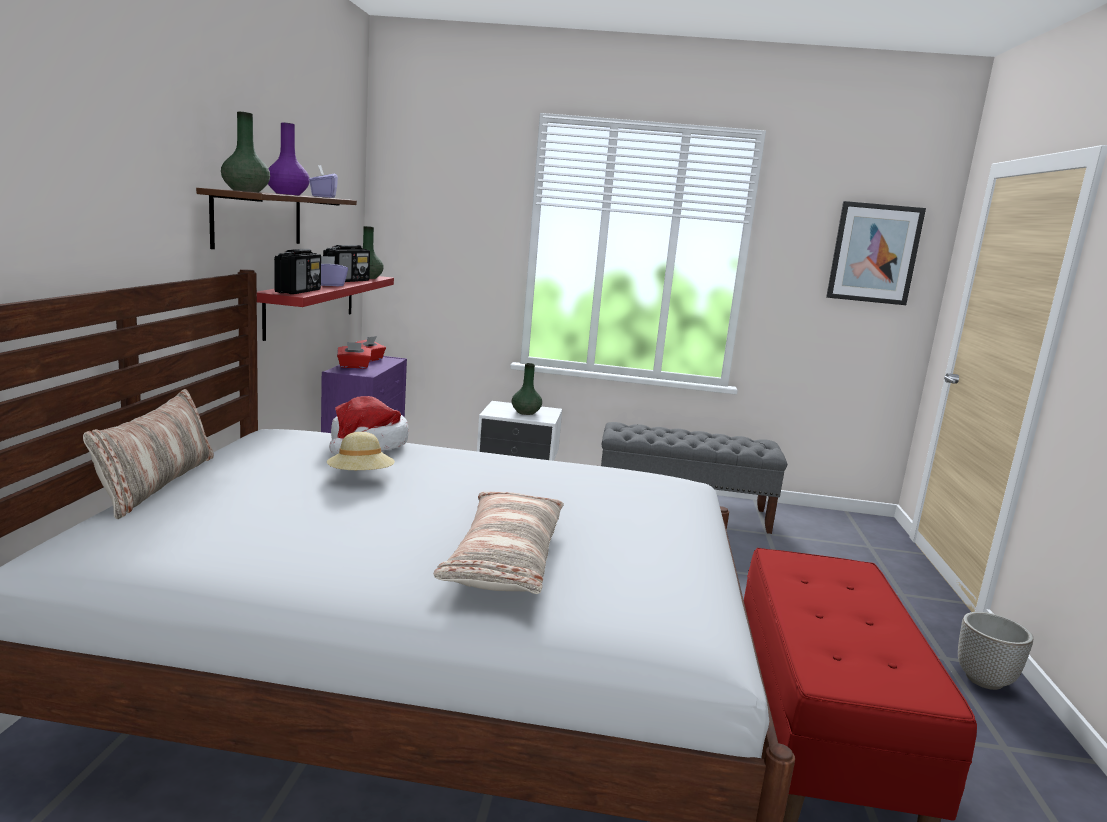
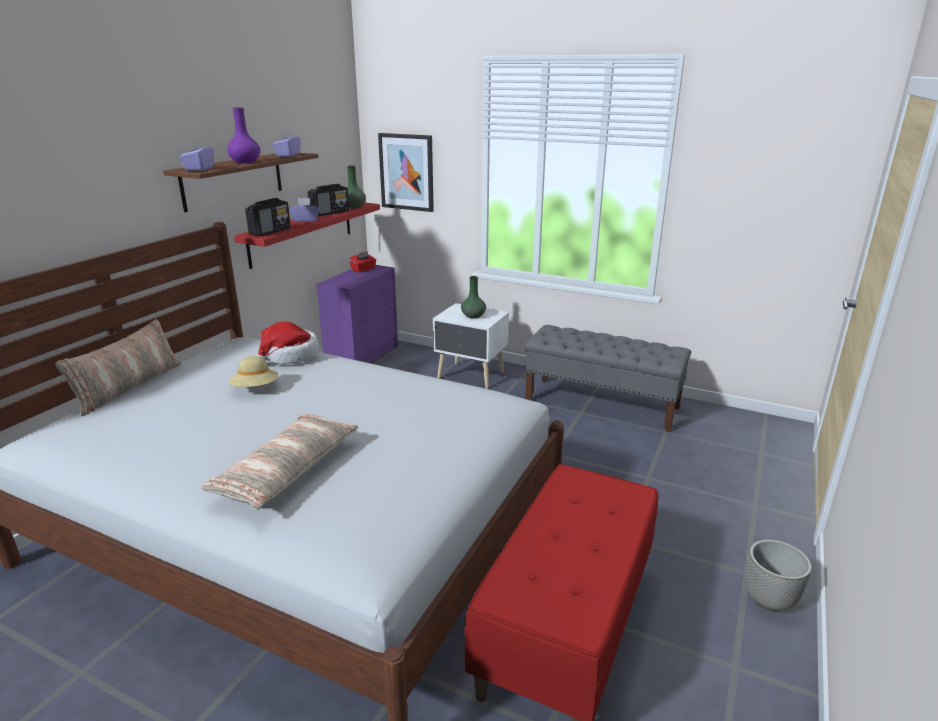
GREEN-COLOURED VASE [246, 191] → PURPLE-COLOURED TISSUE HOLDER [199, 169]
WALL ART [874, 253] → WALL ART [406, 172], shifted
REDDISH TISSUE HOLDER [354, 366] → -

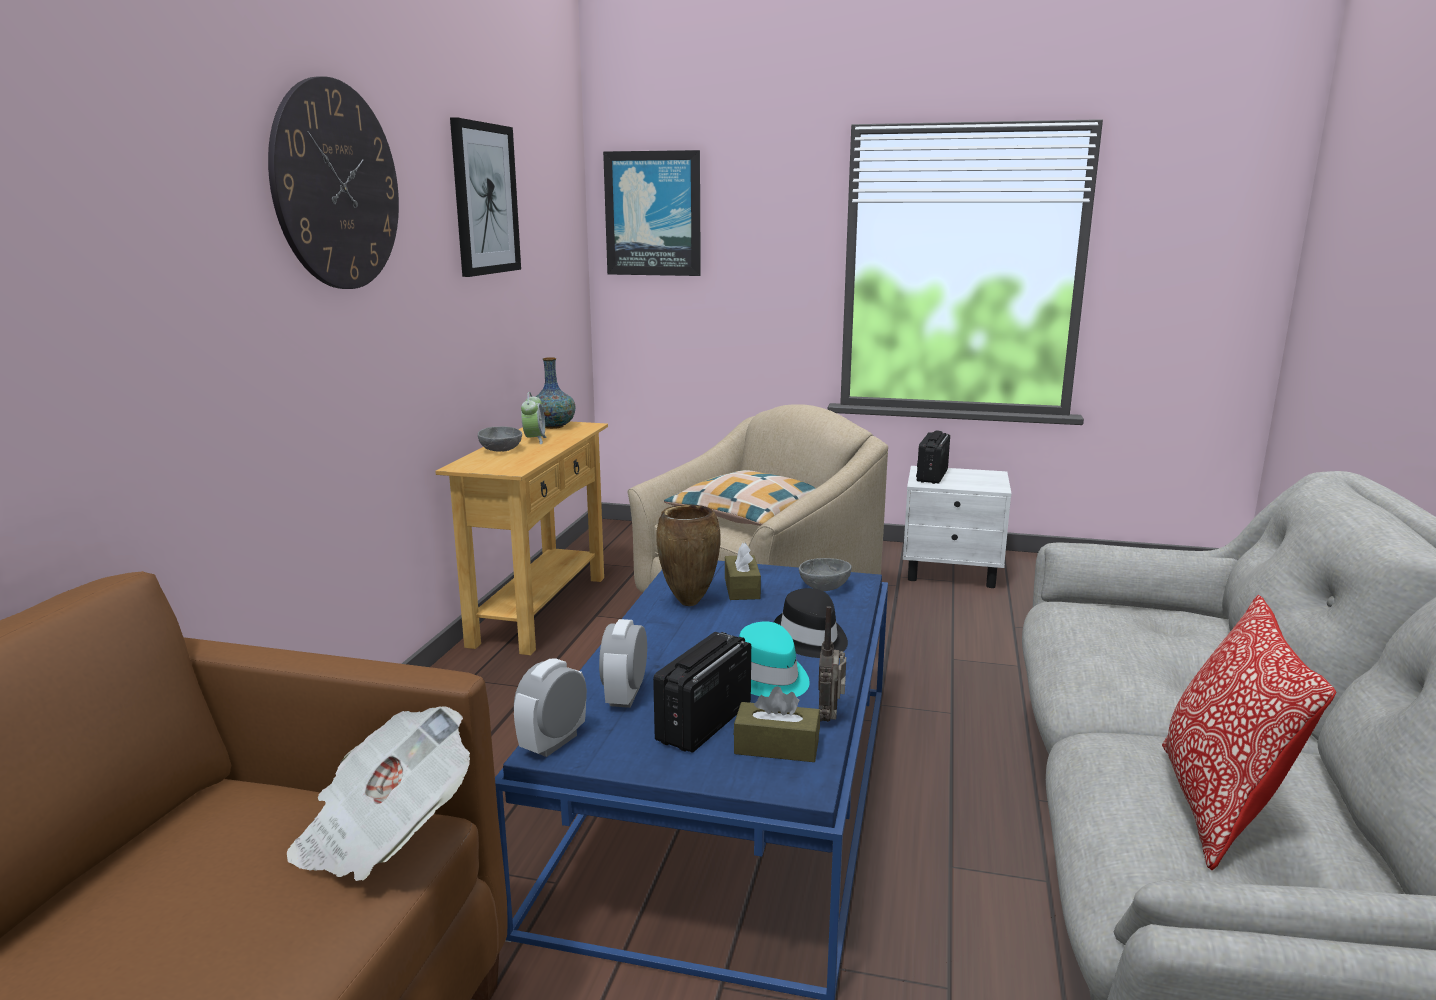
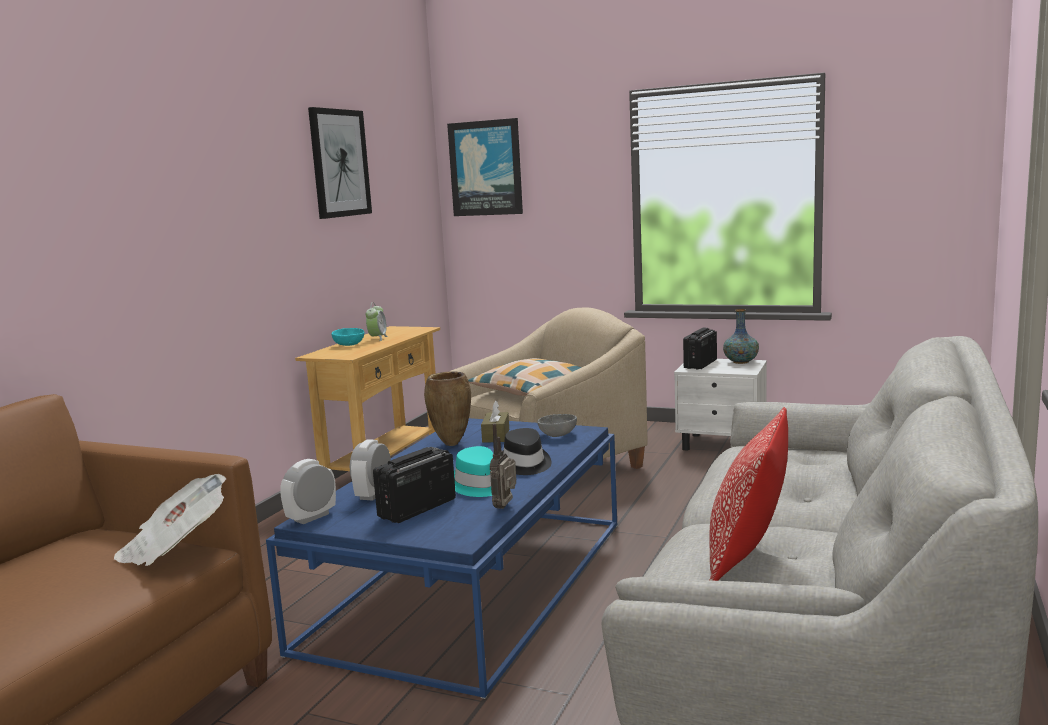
WALL CLOCK [337, 186] → -
VASE [553, 426] → VASE [741, 362], shifted
GRAY SERVING BOWL [502, 450] → TURQUOISE-COLOURED SERVING BOWL [350, 345]
BROWN TISSUE HOLDER [776, 747] → -

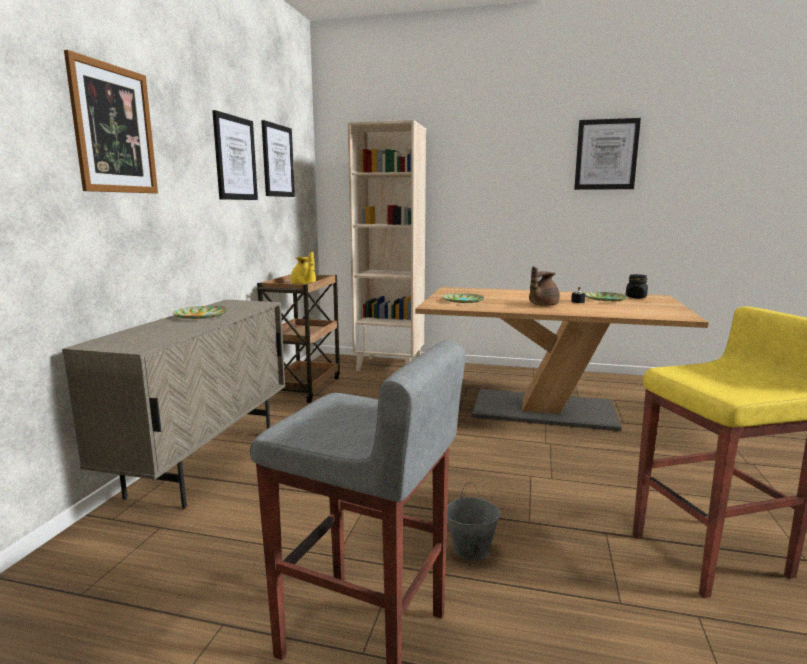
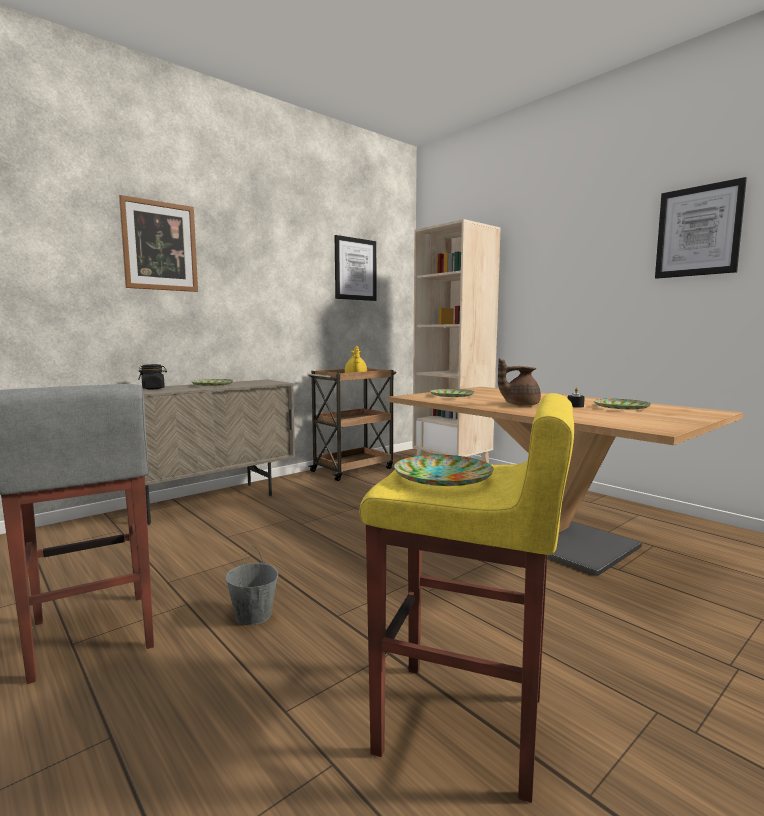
WALL ART [235, 158] → -
BLACKISH STORAGE JAR [636, 297] → BLACKISH STORAGE JAR [153, 388], shifted
- → DINNER PLATE [442, 477]

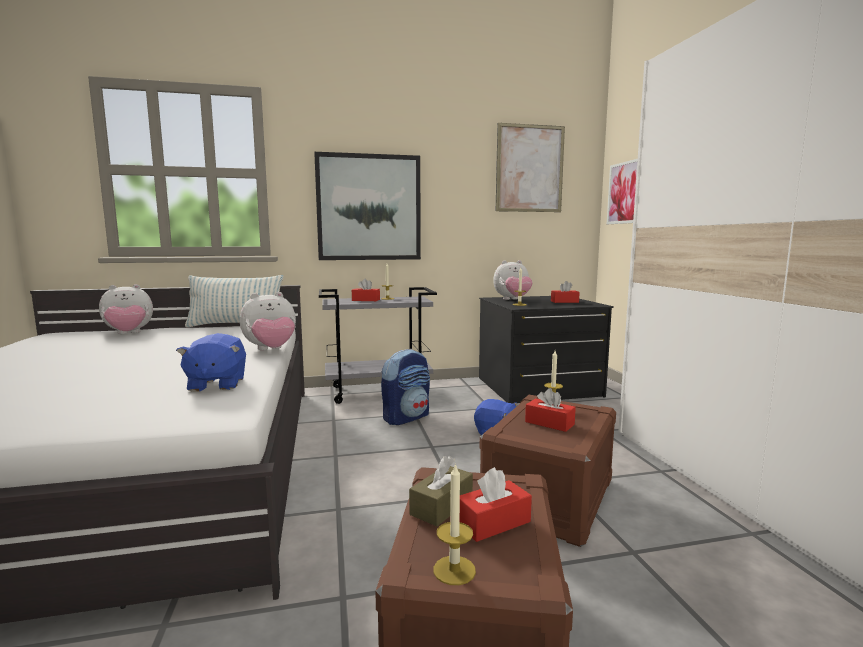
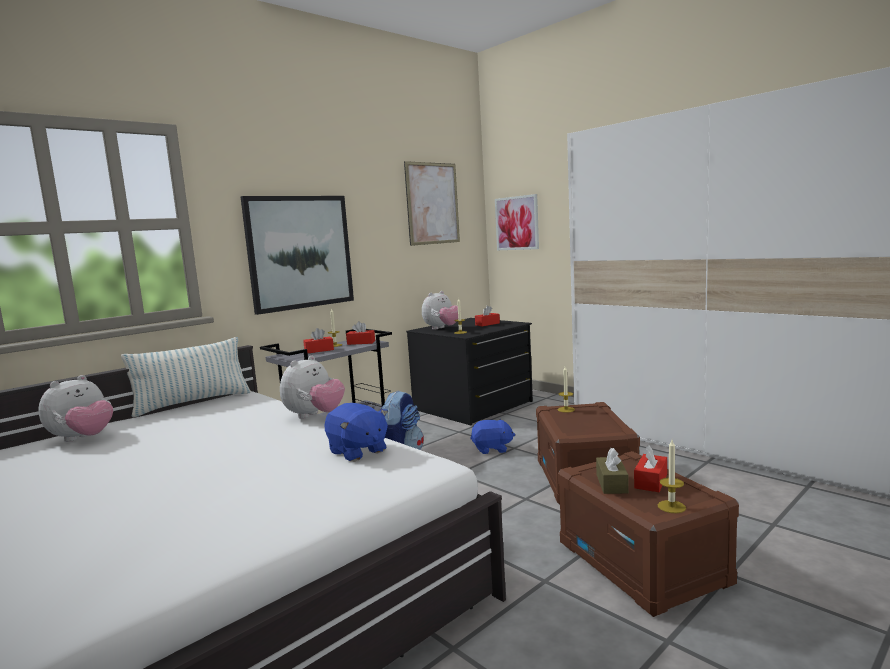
REDDISH TISSUE HOLDER [549, 423] → REDDISH TISSUE HOLDER [361, 342], shifted

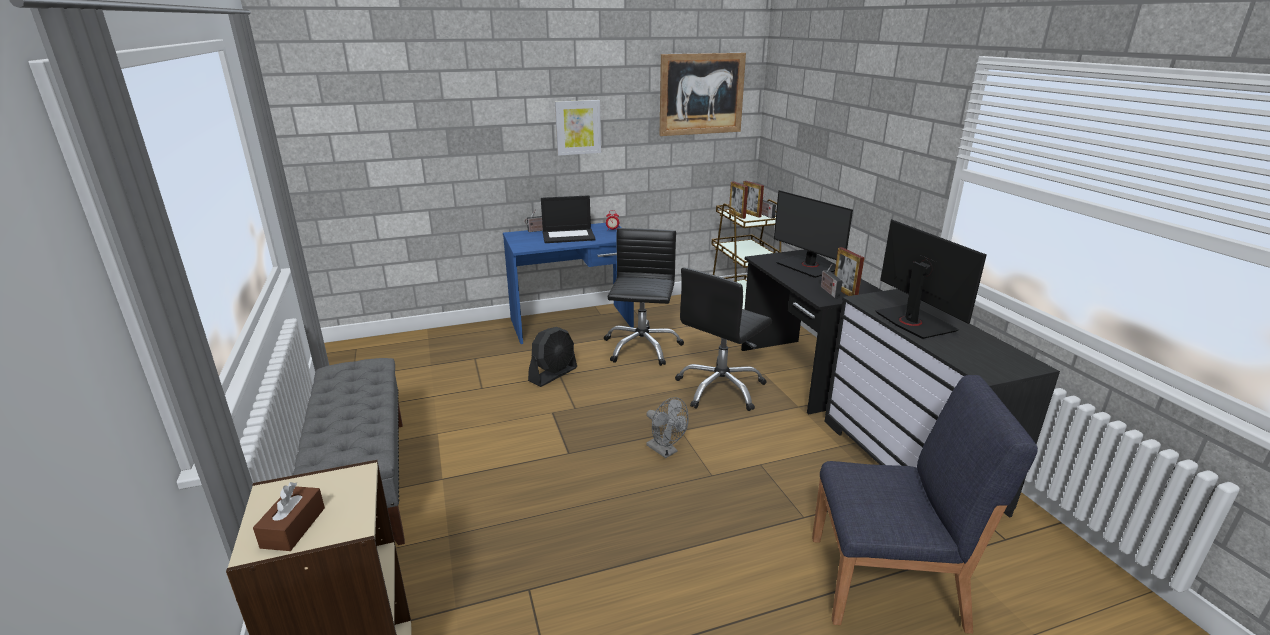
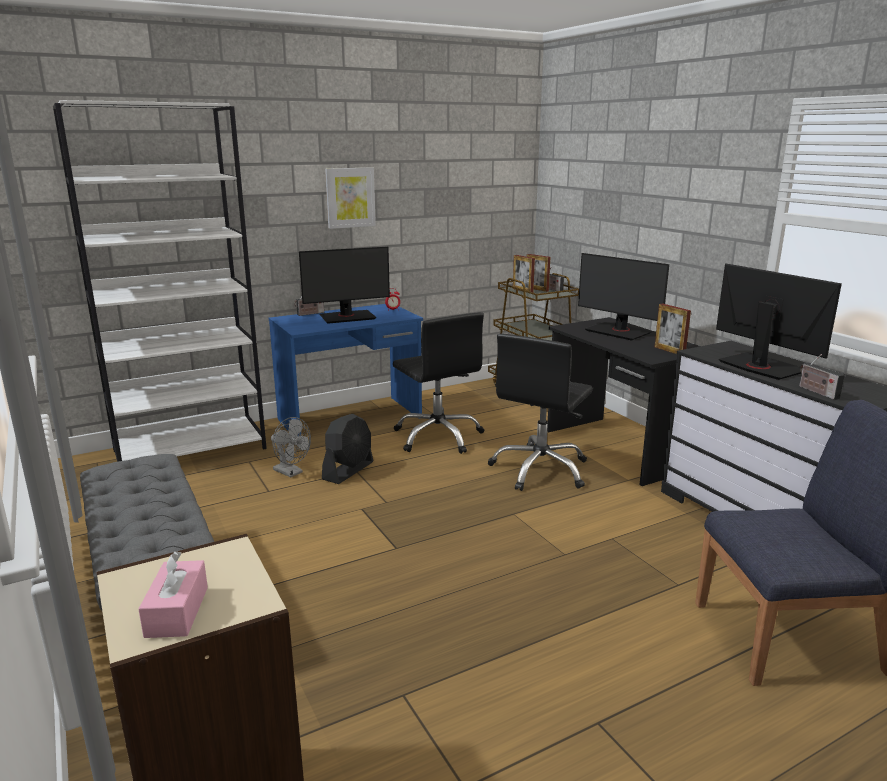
WALL ART [701, 94] → -
PORTABLE COMPUTER [569, 236] → COMPUTER SCREEN [347, 317]
BLACKISH DESK CHAIR [641, 347] → BLACKISH DESK CHAIR [438, 436], 150 degrees clockwise
RADIO SET [828, 291] → RADIO SET [816, 392], shifted
GRAY FAN [665, 451] → GRAY FAN [291, 472], shifted
BROWN TISSUE HOLDER [293, 527] → PINKISH TISSUE HOLDER [177, 611]
- → WHITISH BOOKCASE [191, 449]

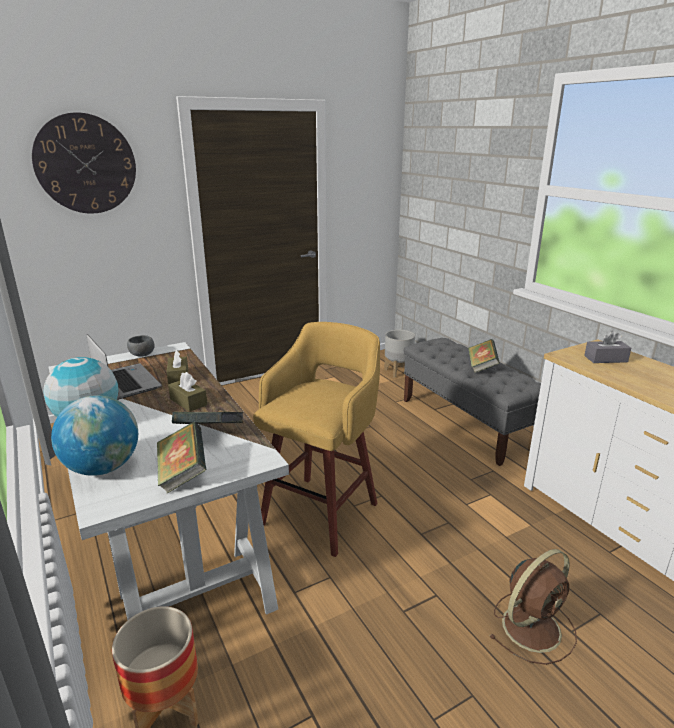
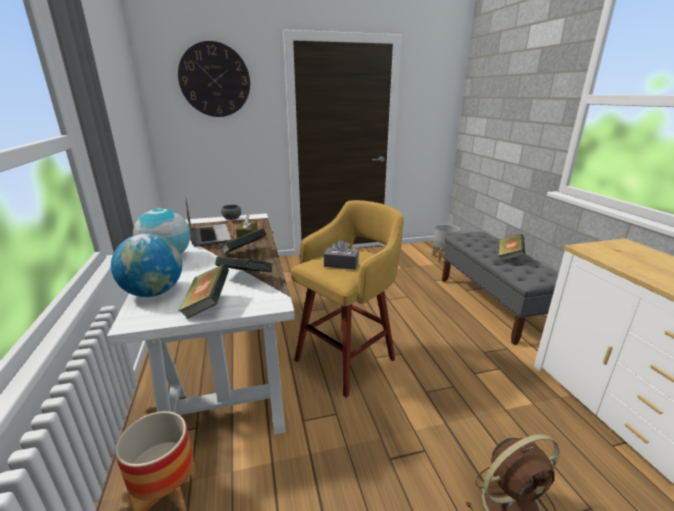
GRAY TISSUE HOLDER [605, 359] → GRAY TISSUE HOLDER [341, 264], shifted
BROWN TISSUE HOLDER [188, 402] → BOOK [244, 253]

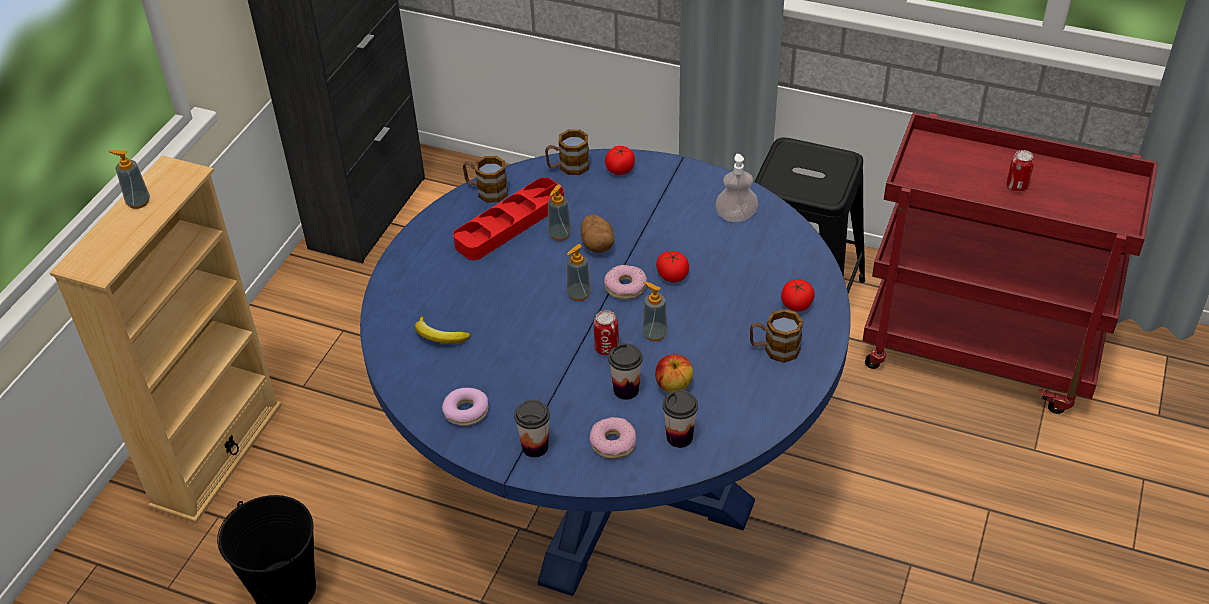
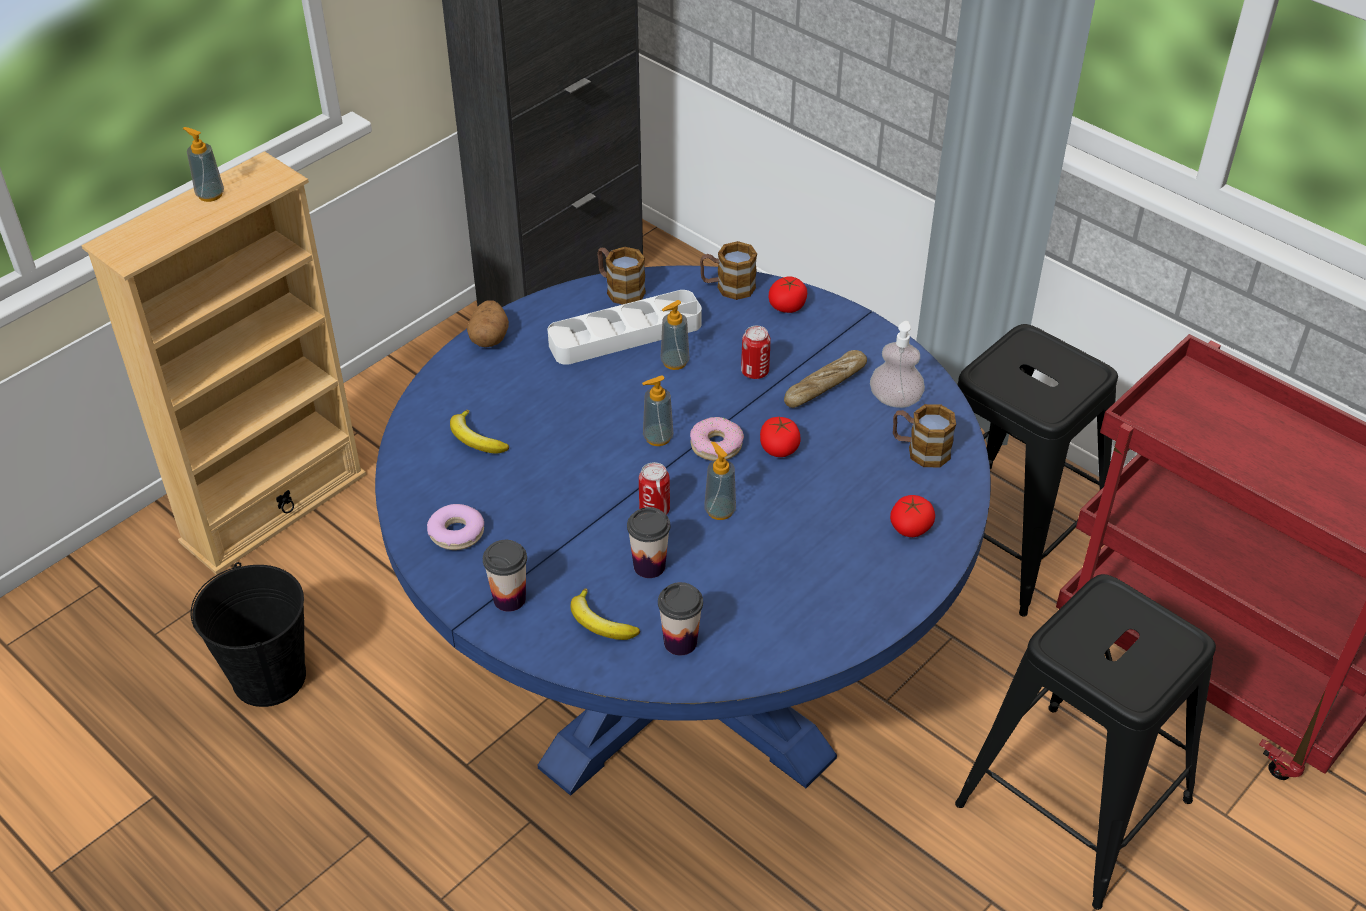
CAN [1017, 186] → CAN [755, 371], shifted
REDDISH SERVING TRAY [510, 224] → WHITISH SERVING TRAY [625, 334]
POTATO [597, 244] → POTATO [489, 337], shifted
TEA MUG [774, 349] → TEA MUG [920, 450], shifted
WHOLE APPLE [673, 385] → -
DONUT [613, 443] → BANANA FRUIT [600, 623]
- → BREAD [825, 385]
- → BLACKISH STOOL SEAT [1073, 801]

